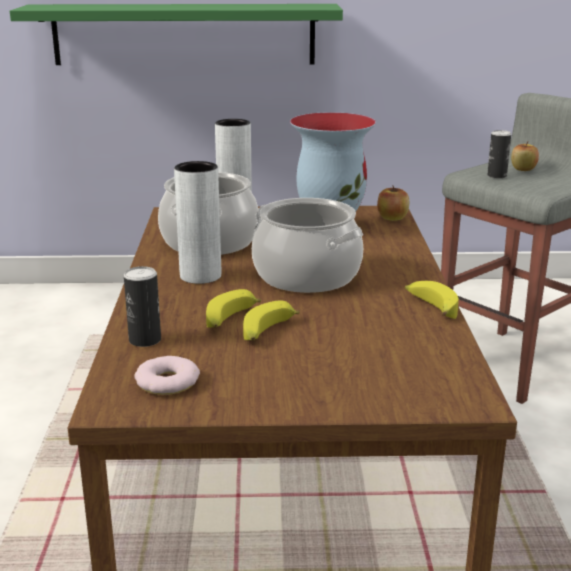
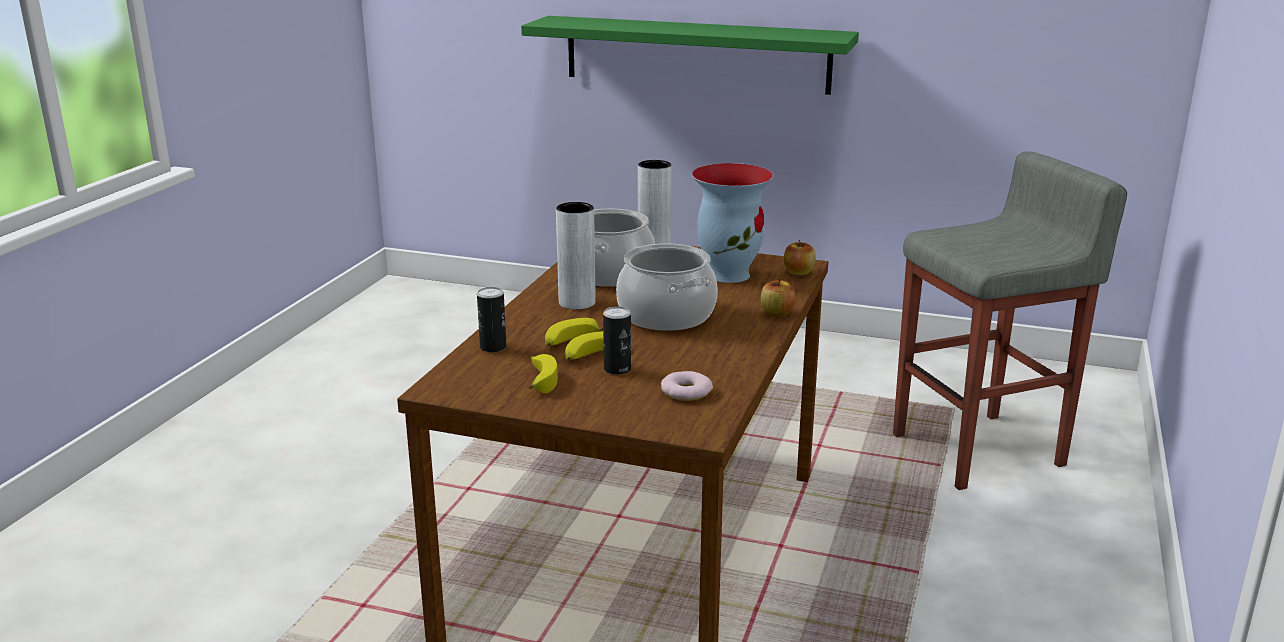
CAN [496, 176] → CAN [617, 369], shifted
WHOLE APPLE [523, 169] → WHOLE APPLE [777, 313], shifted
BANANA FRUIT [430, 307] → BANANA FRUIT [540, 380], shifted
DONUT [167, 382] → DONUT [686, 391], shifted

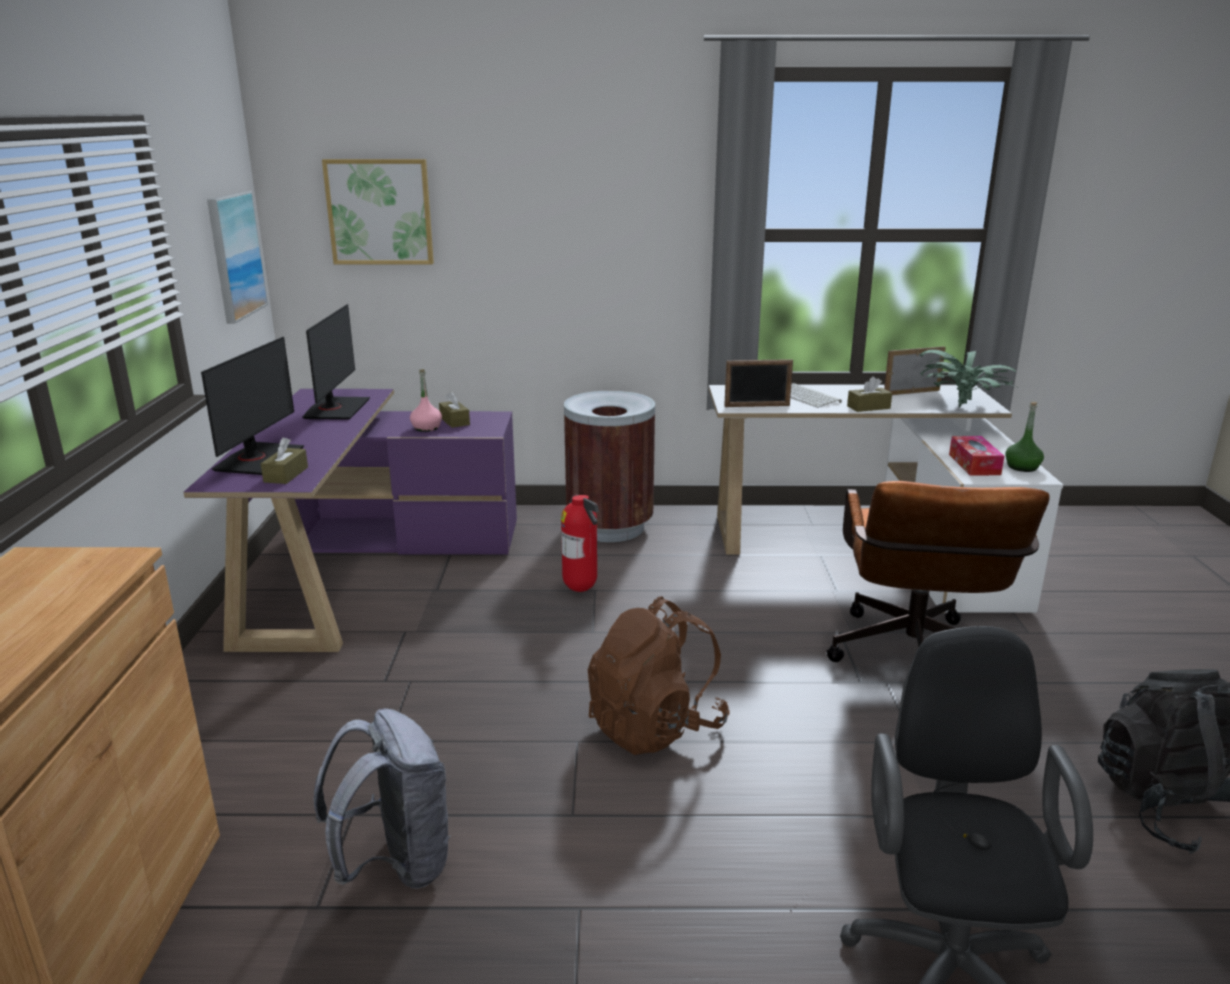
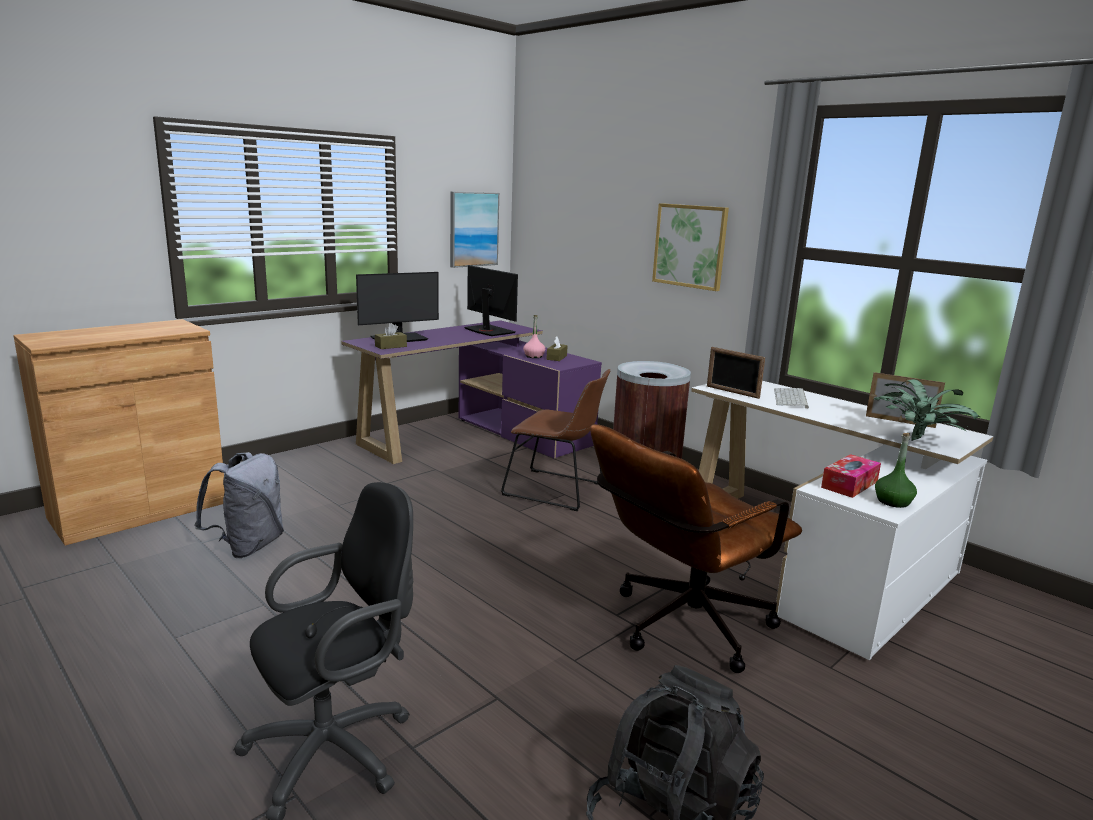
WALL ART [380, 212] → WALL ART [690, 246], shifted
COMPUTER SCREEN [336, 409] → COMPUTER SCREEN [488, 331], 90 degrees counterclockwise
BROWN TISSUE HOLDER [868, 407] → -
EXTINGUISHER [581, 589] → BROWN UPRIGHT CHAIR [557, 490]
BROWN BACKPACK [655, 727] → -

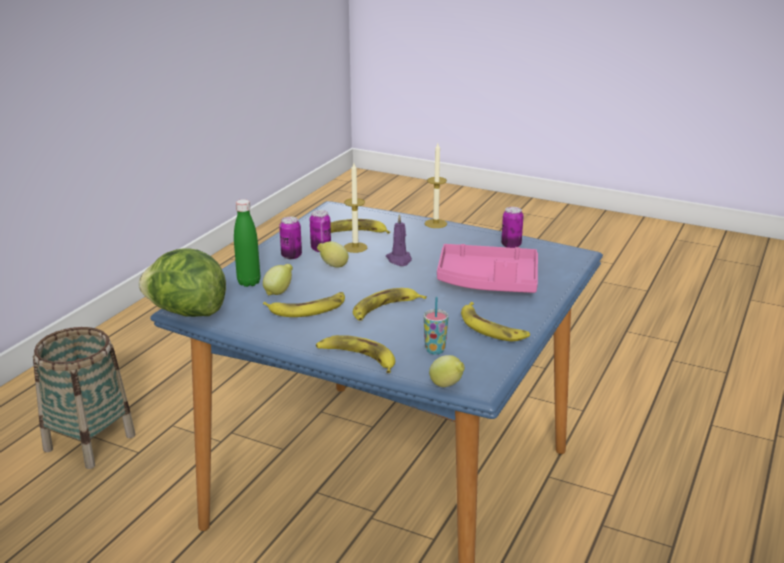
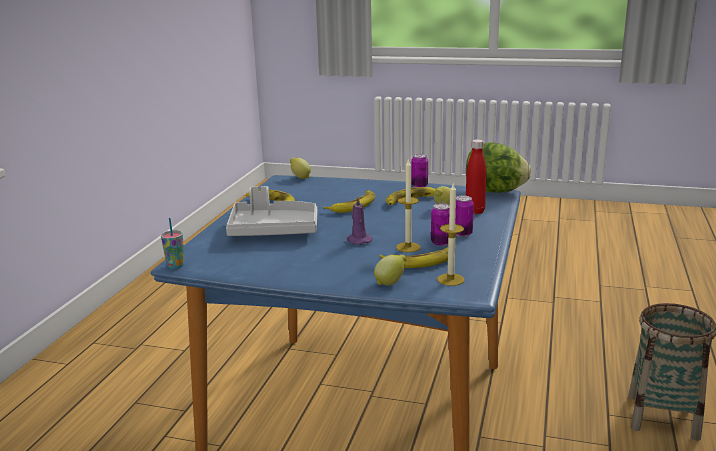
WAX CANDLE [435, 223] → WAX CANDLE [450, 279], shifted
GREEN-COLOURED DRINK BOTTLE [249, 282] → REDDISH DRINK BOTTLE [475, 211]
CAN [511, 245] → CAN [419, 186], shifted
CITRUS FRUIT [333, 266] → CITRUS FRUIT [390, 283], shifted
PINKISH SERVING TRAY [488, 282] → GRAY SERVING TRAY [273, 230]
DRINKING CUP [435, 350] → DRINKING CUP [175, 266], shifted
BANANA FRUIT [357, 358] → -

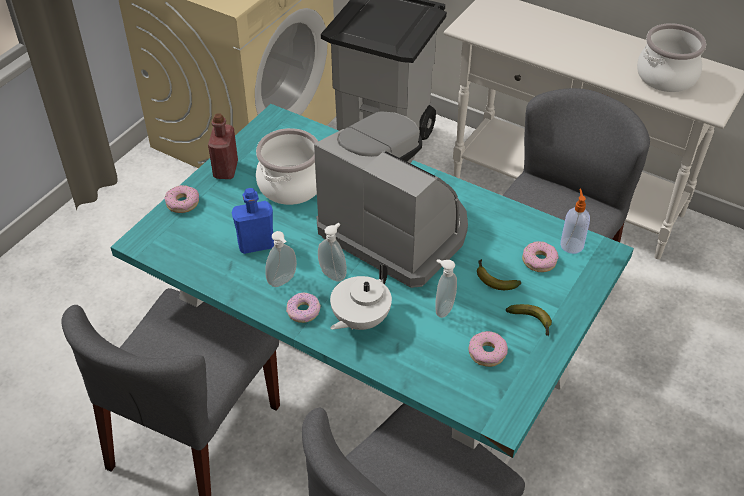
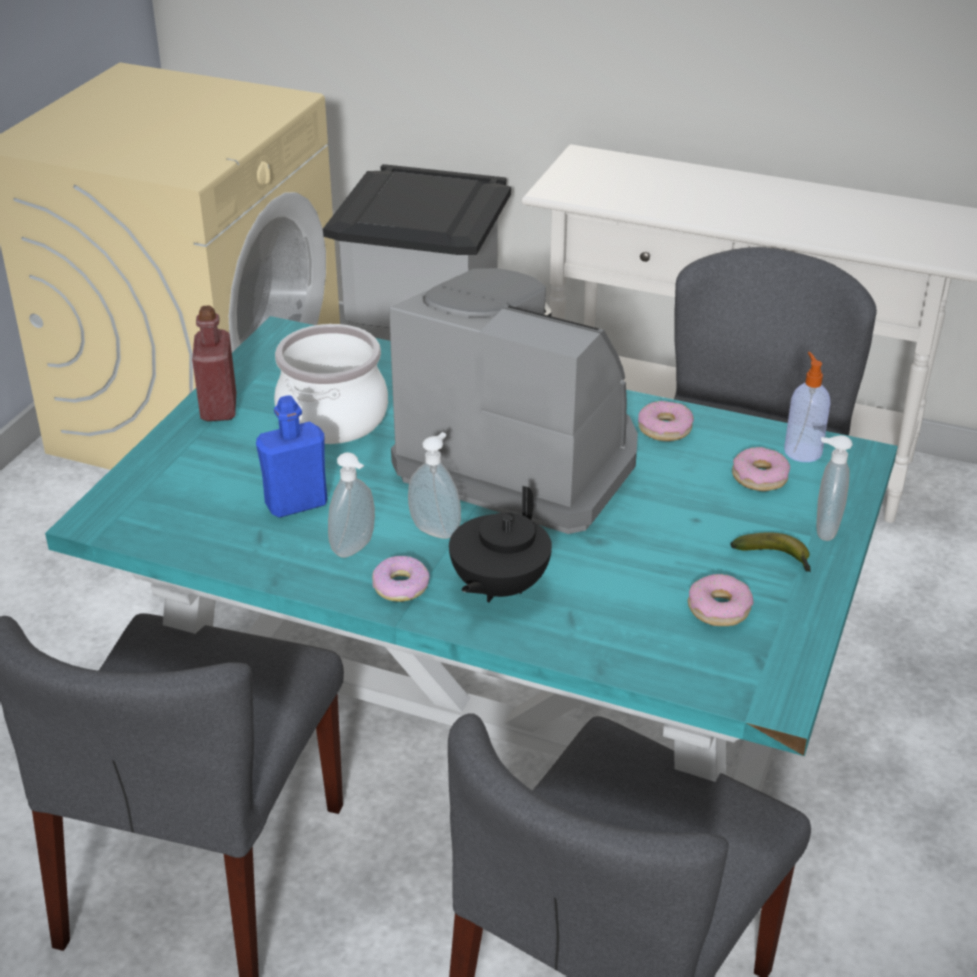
COOKING POT [666, 77] → -
DONUT [182, 203] → DONUT [664, 428], shifted
SOAP DISPENSER [443, 308] → SOAP DISPENSER [823, 529], shifted
BANANA FRUIT [493, 279] → -
WHITISH TEA POT [360, 320] → BLACKISH TEA POT [498, 587]

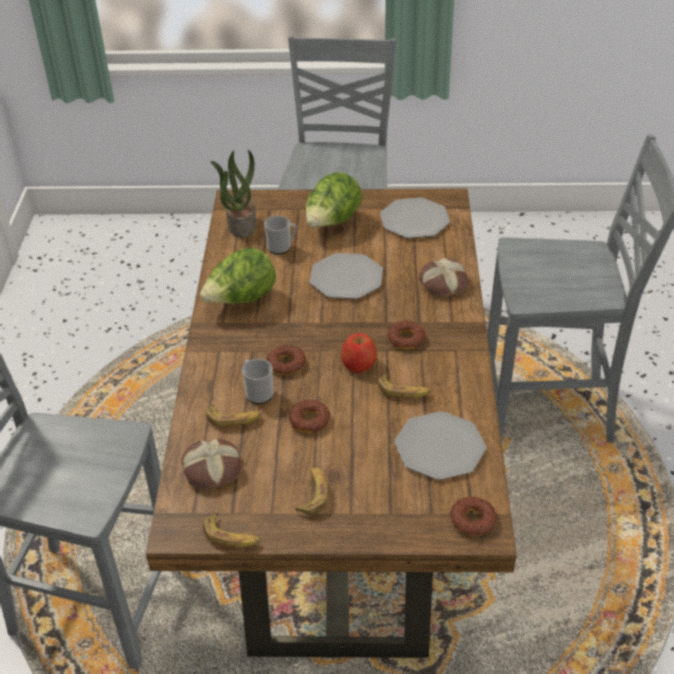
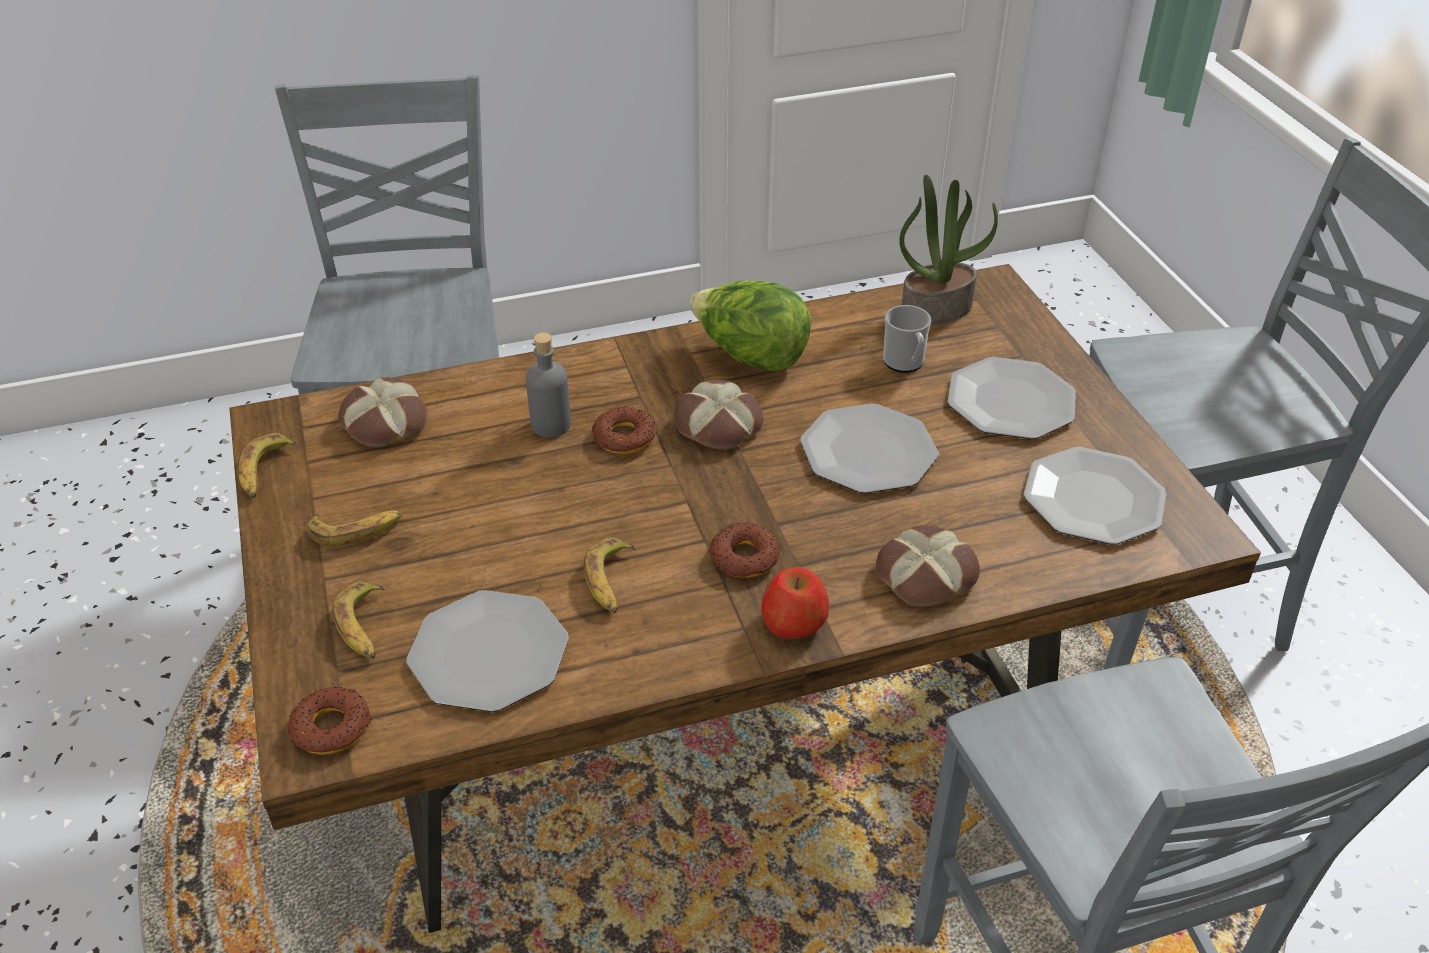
HEAD OF LETTUCE [332, 223] → DINNER PLATE [1011, 401]
WHOLE APPLE [359, 364] → WHOLE APPLE [793, 623], shifted
TEA MUG [257, 392] → GRAY DRINK BOTTLE [551, 424]
DONUT [309, 420] → -
BANANA FRUIT [234, 419] → BANANA FRUIT [363, 627], shifted
- → BREAD [716, 425]

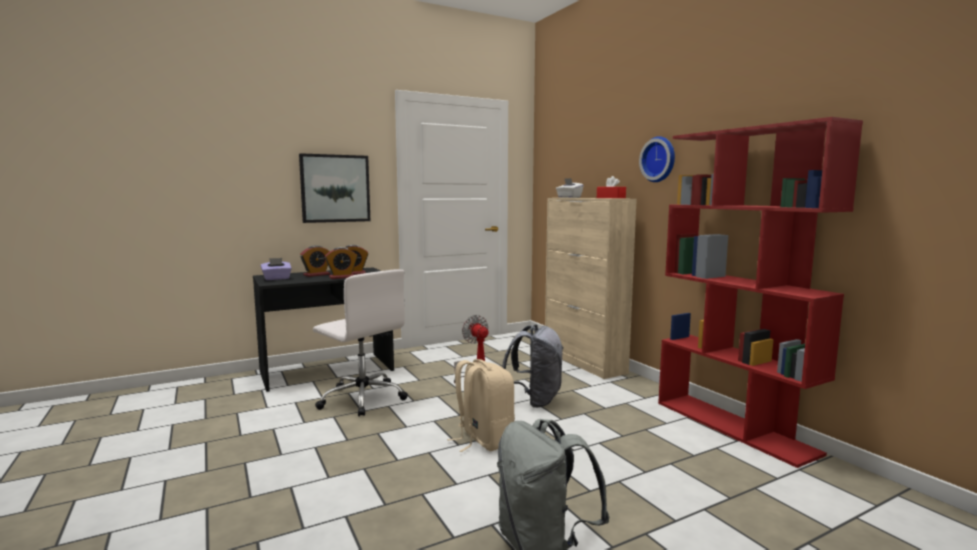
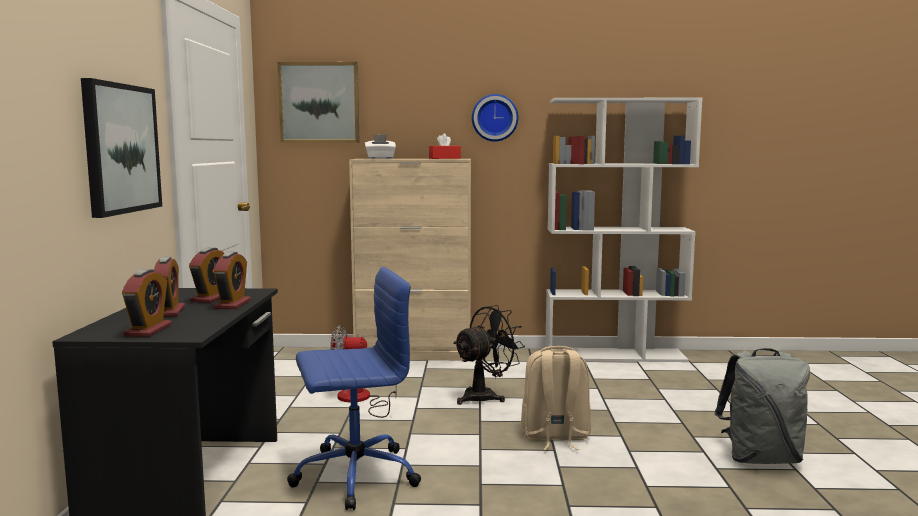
REDDISH BOOKCASE [734, 427] → WHITISH BOOKCASE [615, 355]
PURPLE-COLOURED TISSUE HOLDER [277, 278] → TABLE CLOCK [148, 330]
WHITISH DESK CHAIR [362, 398] → BLUE DESK CHAIR [353, 475]
GRAY BACKPACK [535, 400] → BLACKISH FAN [485, 396]
- → WALL ART [319, 103]

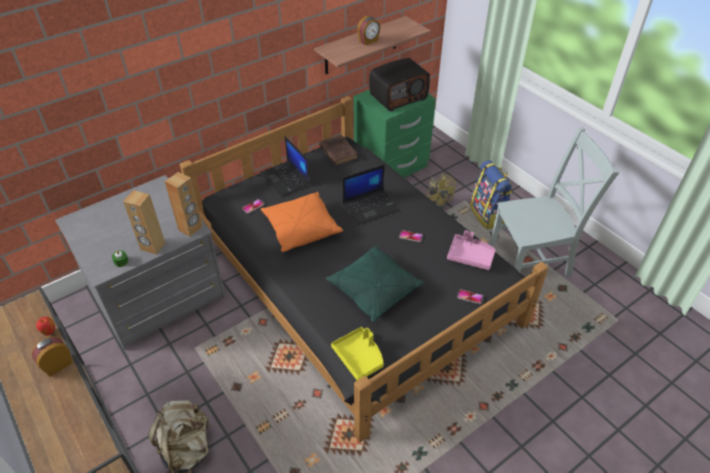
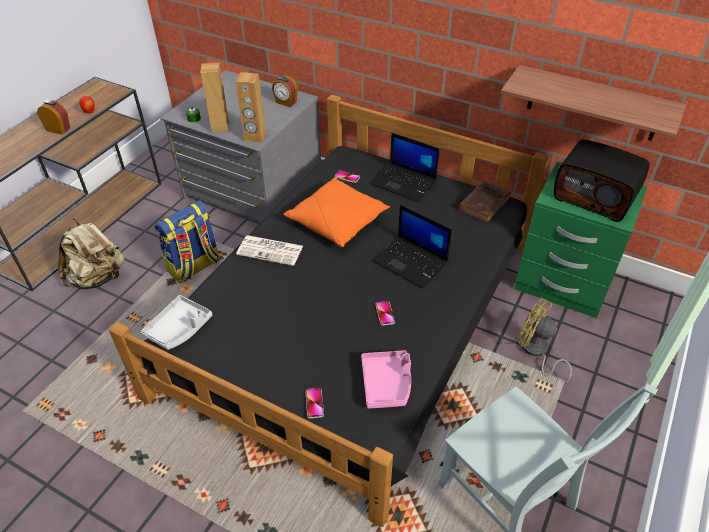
TABLE CLOCK [368, 41] → TABLE CLOCK [285, 102], shifted
PORTABLE COMPUTER [285, 179] → PORTABLE COMPUTER [405, 182], 90 degrees counterclockwise
BACKPACK [488, 215] → BACKPACK [194, 267], shifted
YELLOWISH FAN [437, 202] → YELLOWISH FAN [536, 351], 90 degrees clockwise
GREEN-COLOURED THROW PILLOW [374, 290] → -
YELLOWISH SERVING TRAY [359, 357] → GRAY SERVING TRAY [179, 328]
- → PRINTED PAPER [271, 250]

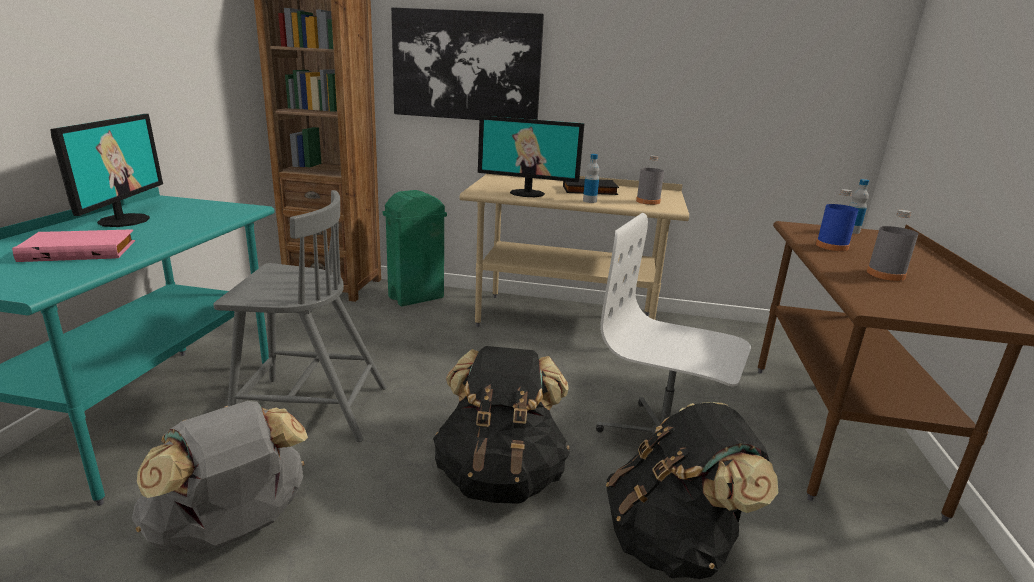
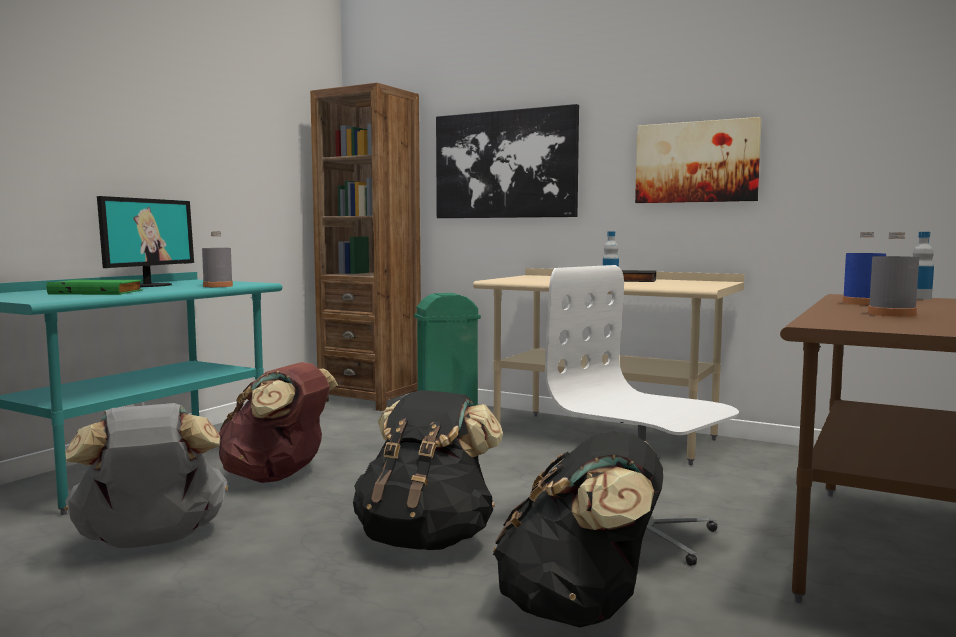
COMPUTER SCREEN [527, 193] → -
GRAY DRINK BOTTLE [648, 201] → GRAY DRINK BOTTLE [218, 286], shifted
GRAY UPRIGHT CHAIR [309, 409] → BROWN BACKPACK [277, 477]
PINKISH BOOK [80, 250] → GREEN-COLOURED BOOK [98, 292]
- → WALL ART [696, 162]

